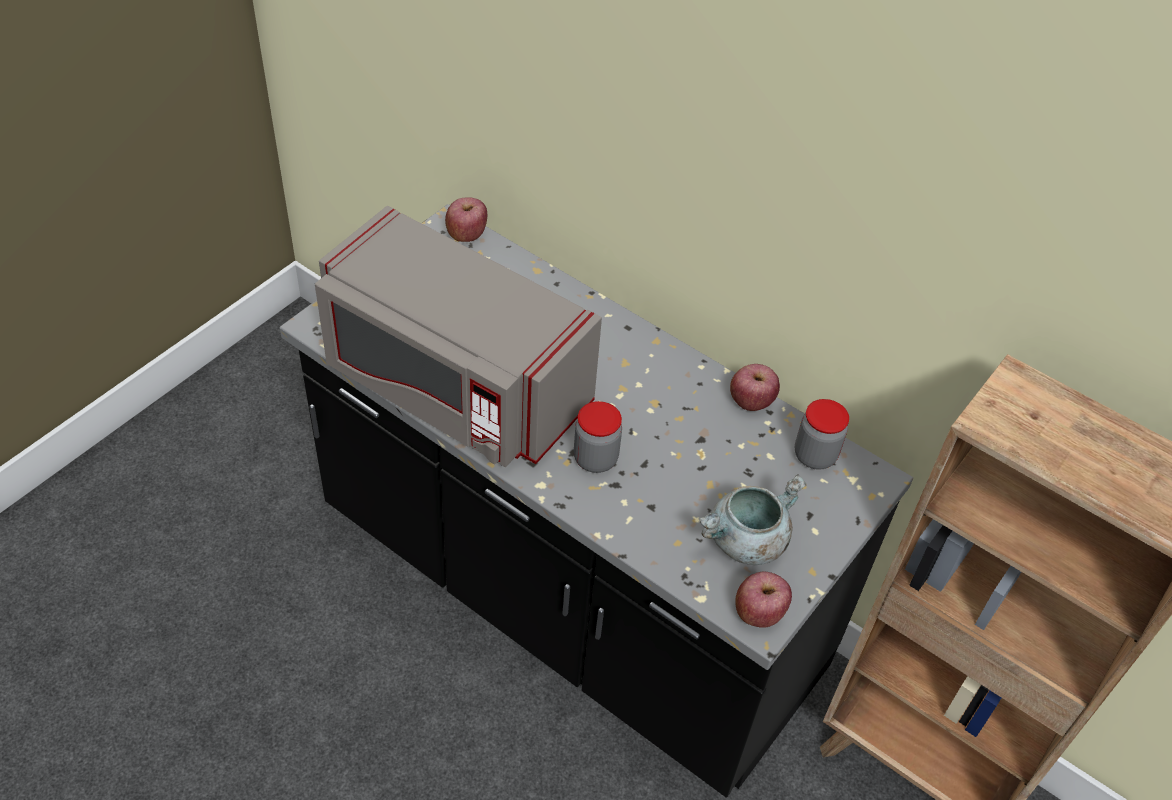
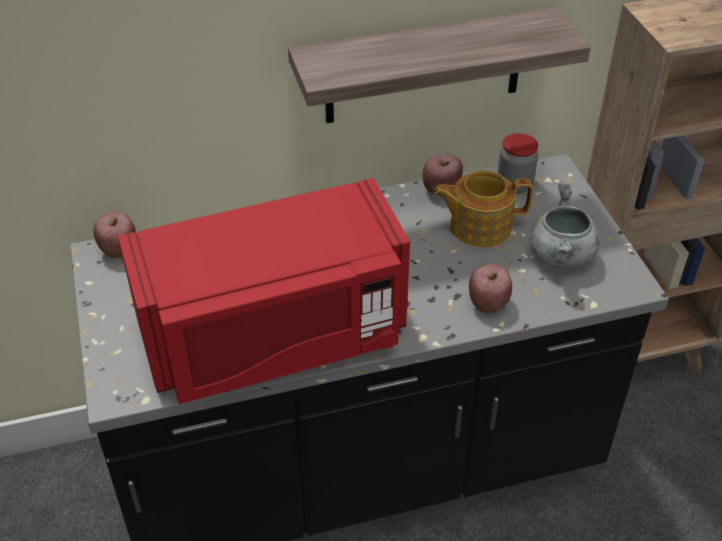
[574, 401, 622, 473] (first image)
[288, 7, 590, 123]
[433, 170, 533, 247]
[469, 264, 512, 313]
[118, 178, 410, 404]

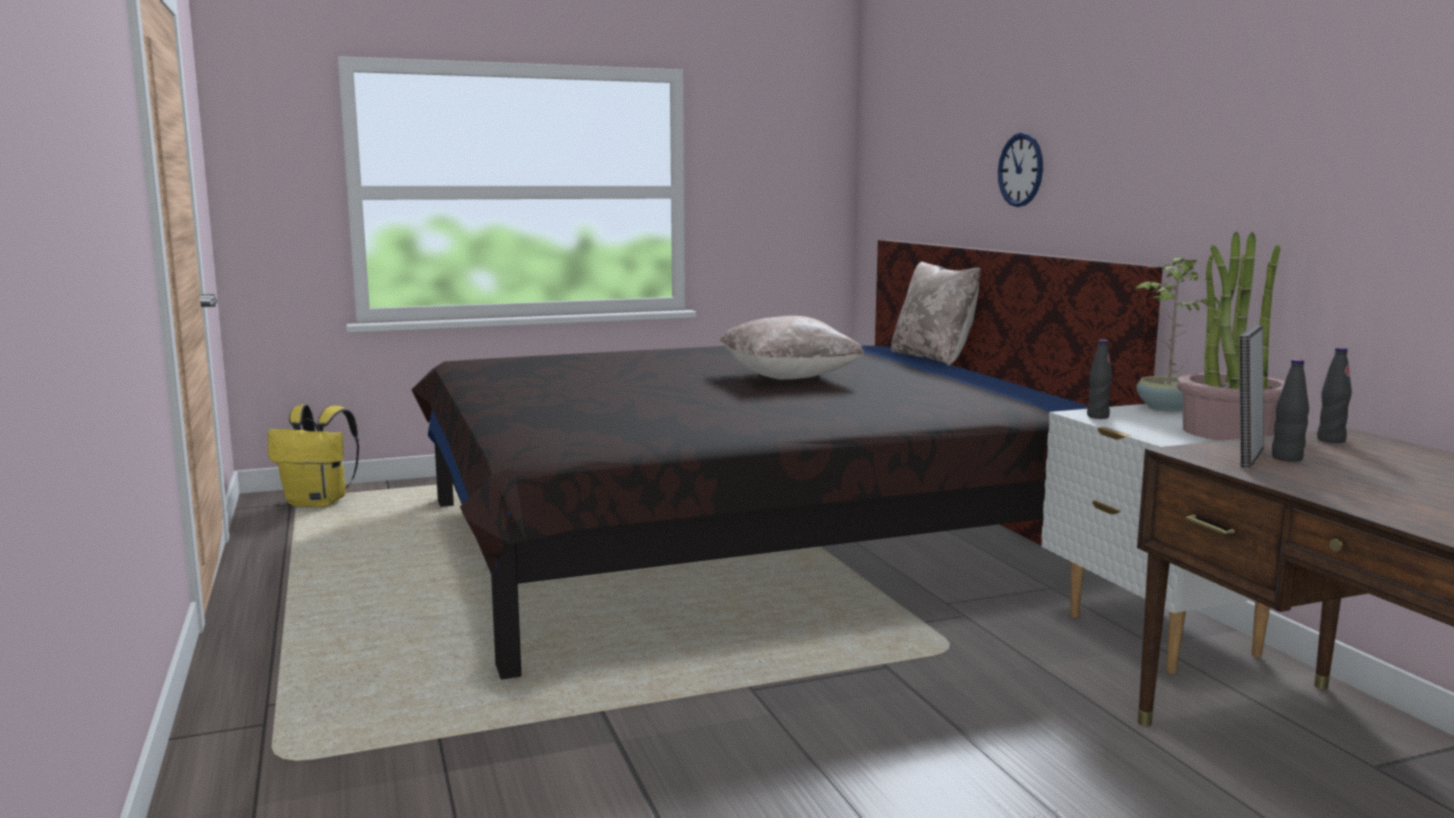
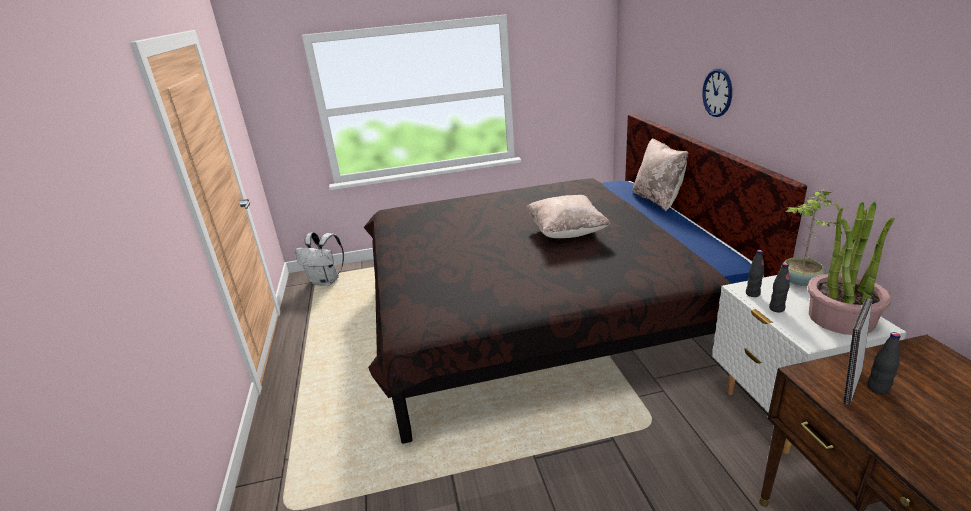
[769, 263, 790, 312]
[295, 232, 344, 286]

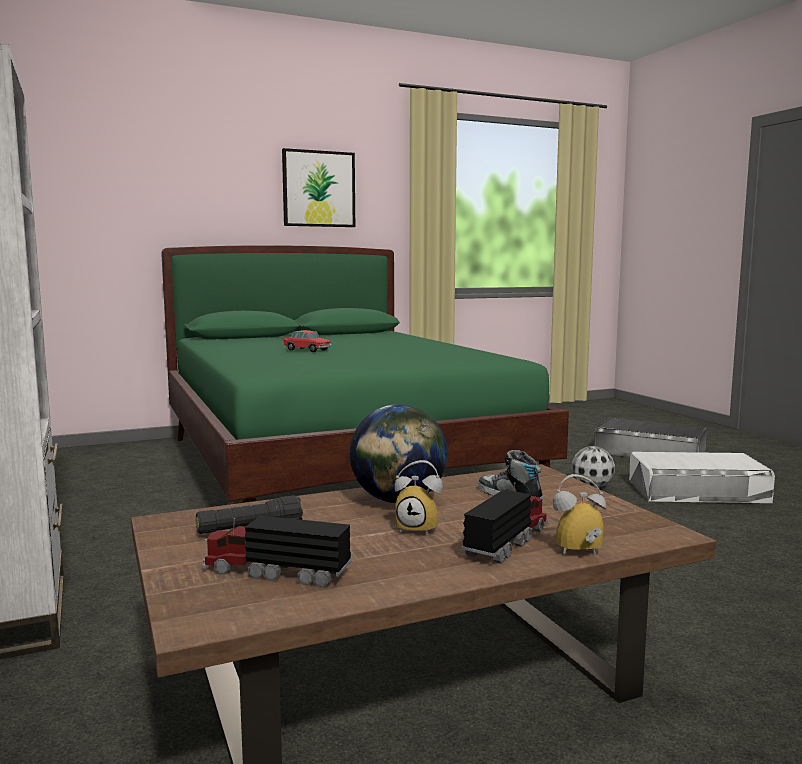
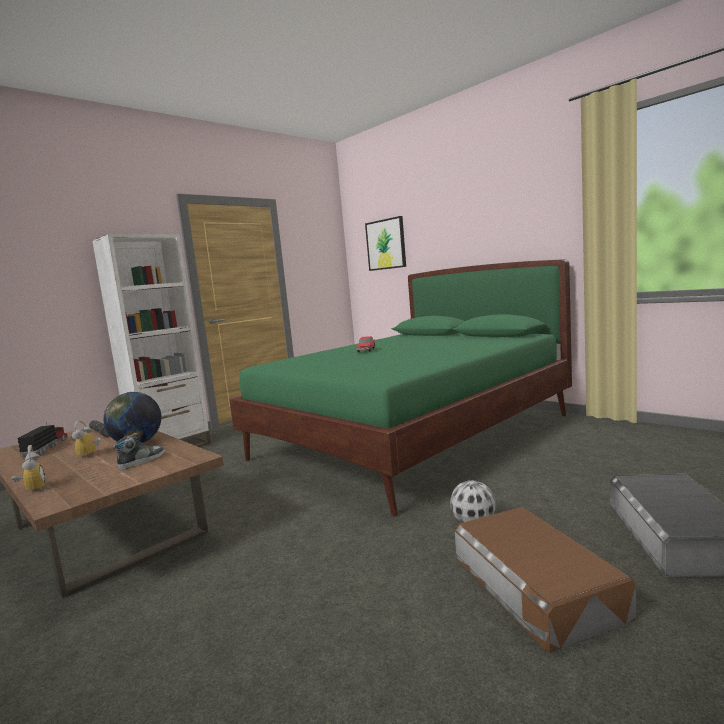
[462, 482, 548, 564] (first image)
[365, 216, 406, 271]
[455, 507, 635, 653]

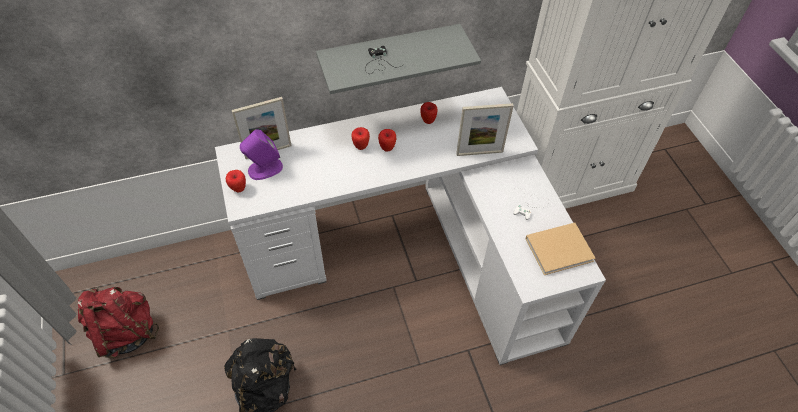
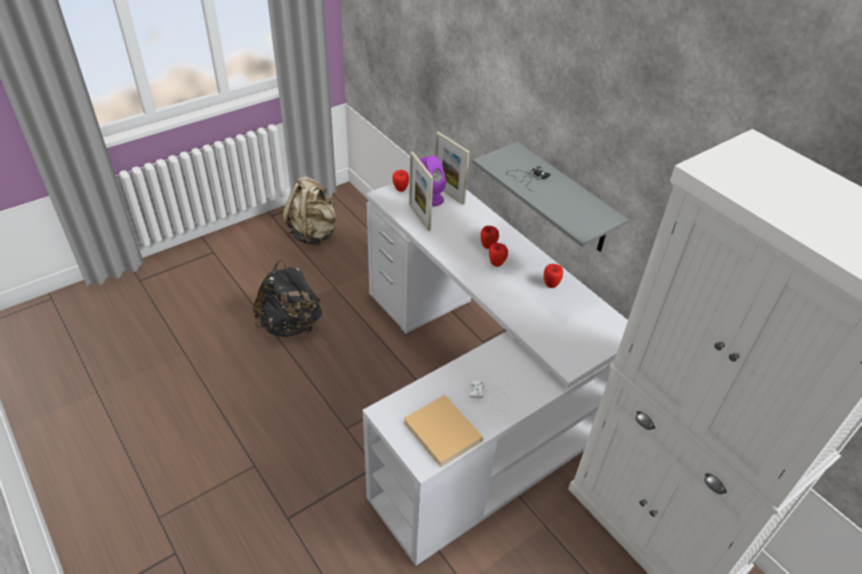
[409, 152, 433, 231]
[282, 176, 336, 246]

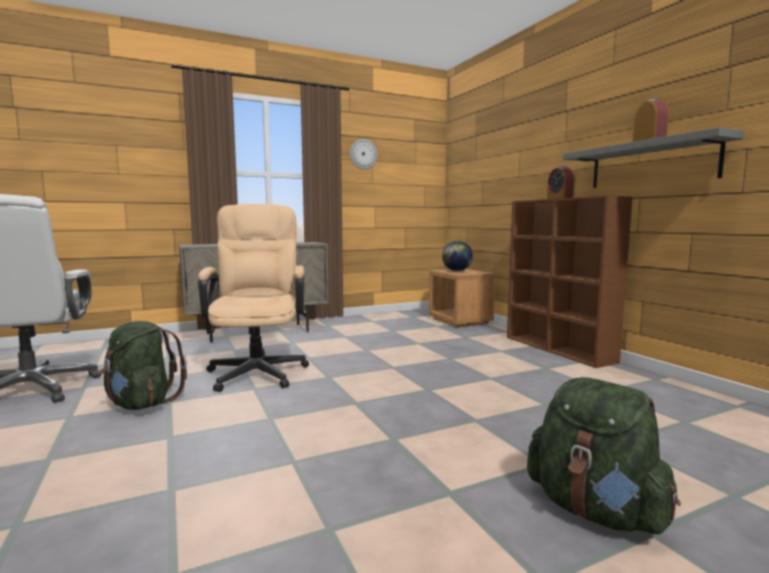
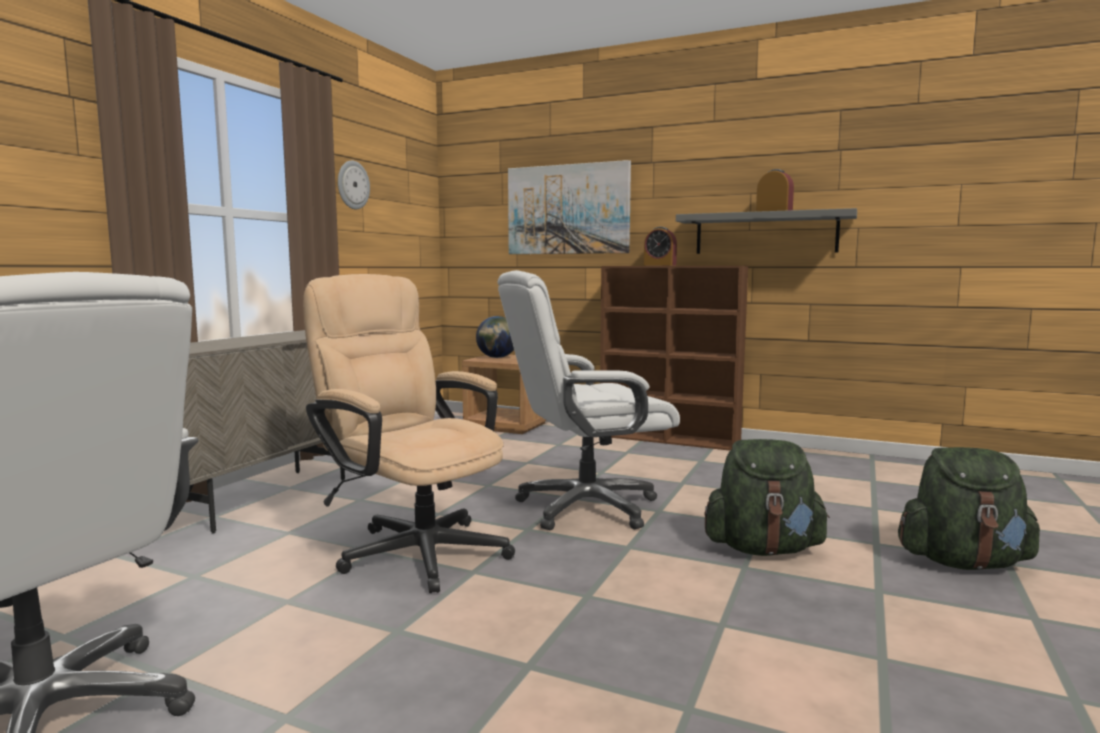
[498, 270, 680, 530]
[508, 160, 631, 254]
[704, 439, 830, 556]

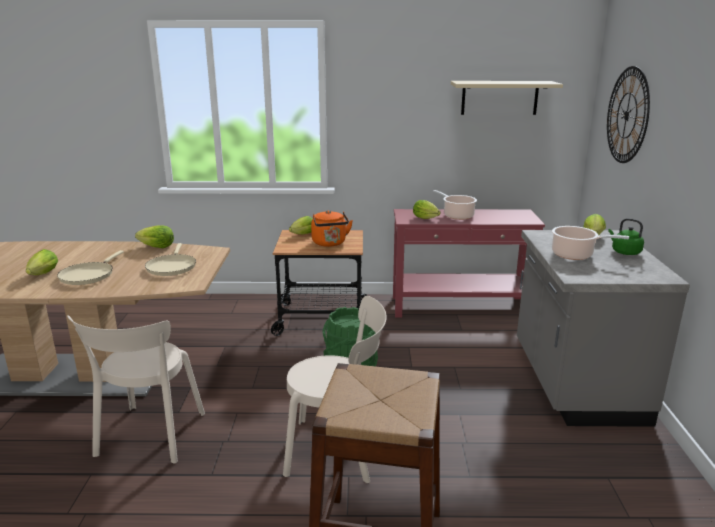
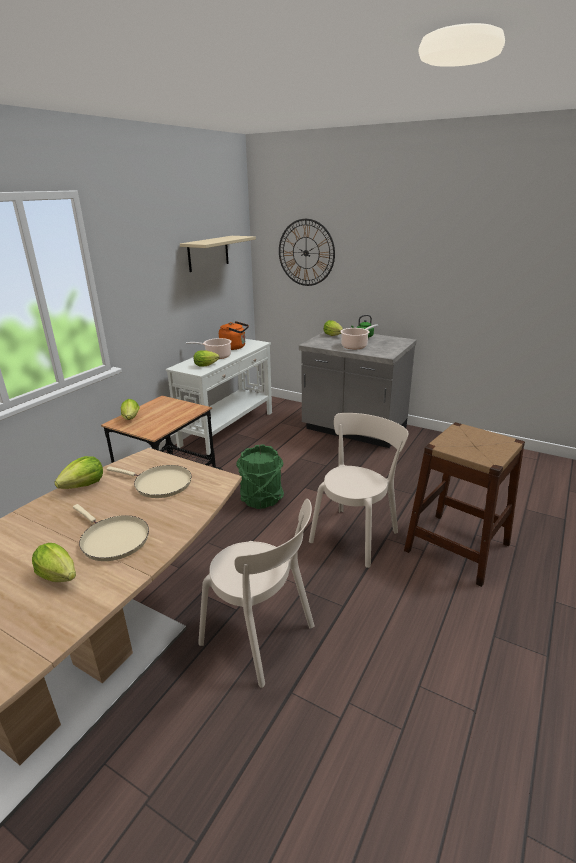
[219, 321, 249, 350]
[165, 339, 272, 455]

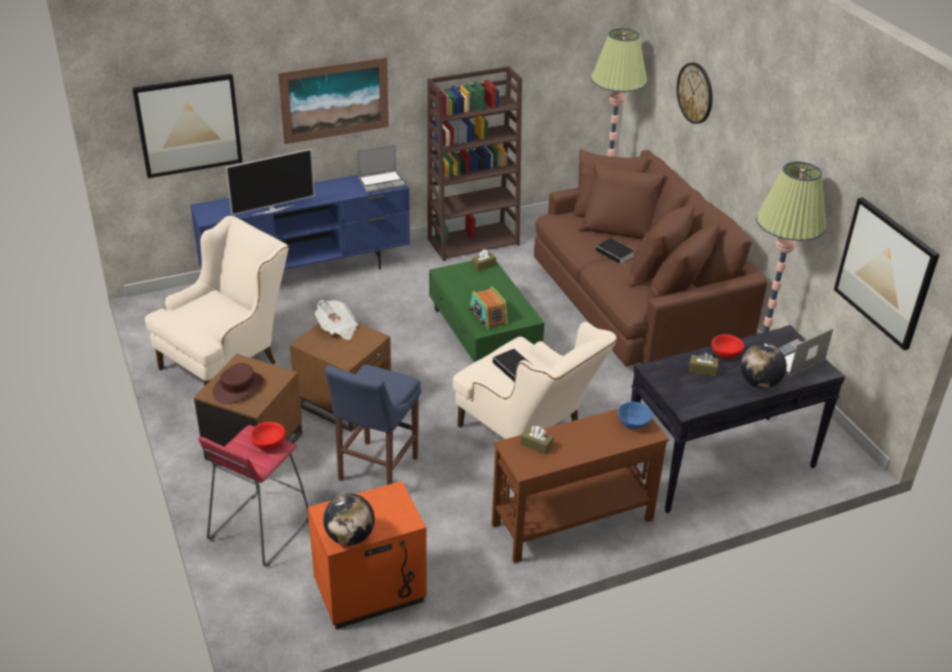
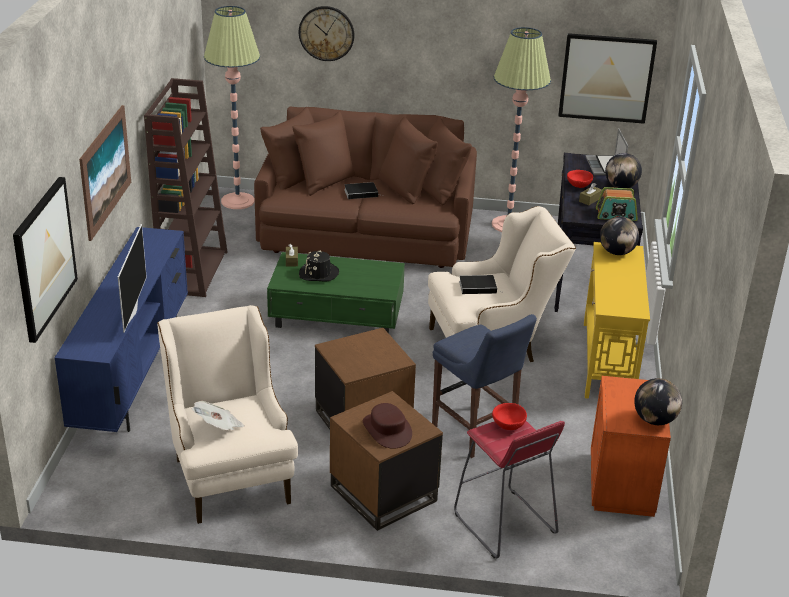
[357, 144, 406, 193] (first image)
[521, 426, 553, 455] (first image)
[299, 250, 339, 281]
[191, 401, 245, 431]
[596, 187, 638, 221]
[600, 216, 639, 255]
[584, 242, 650, 399]

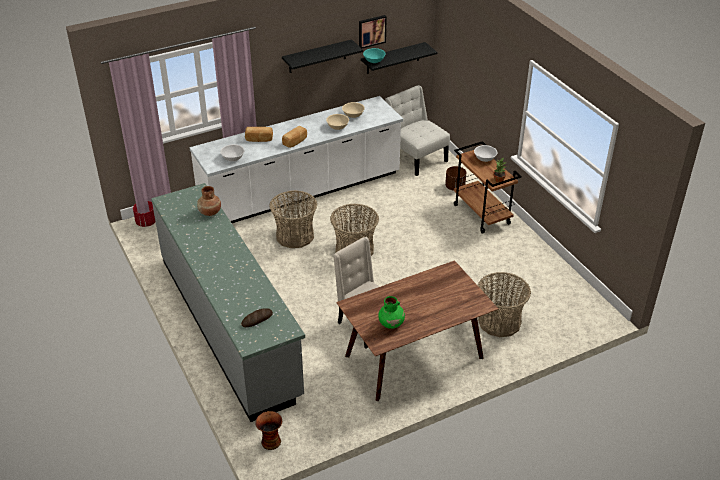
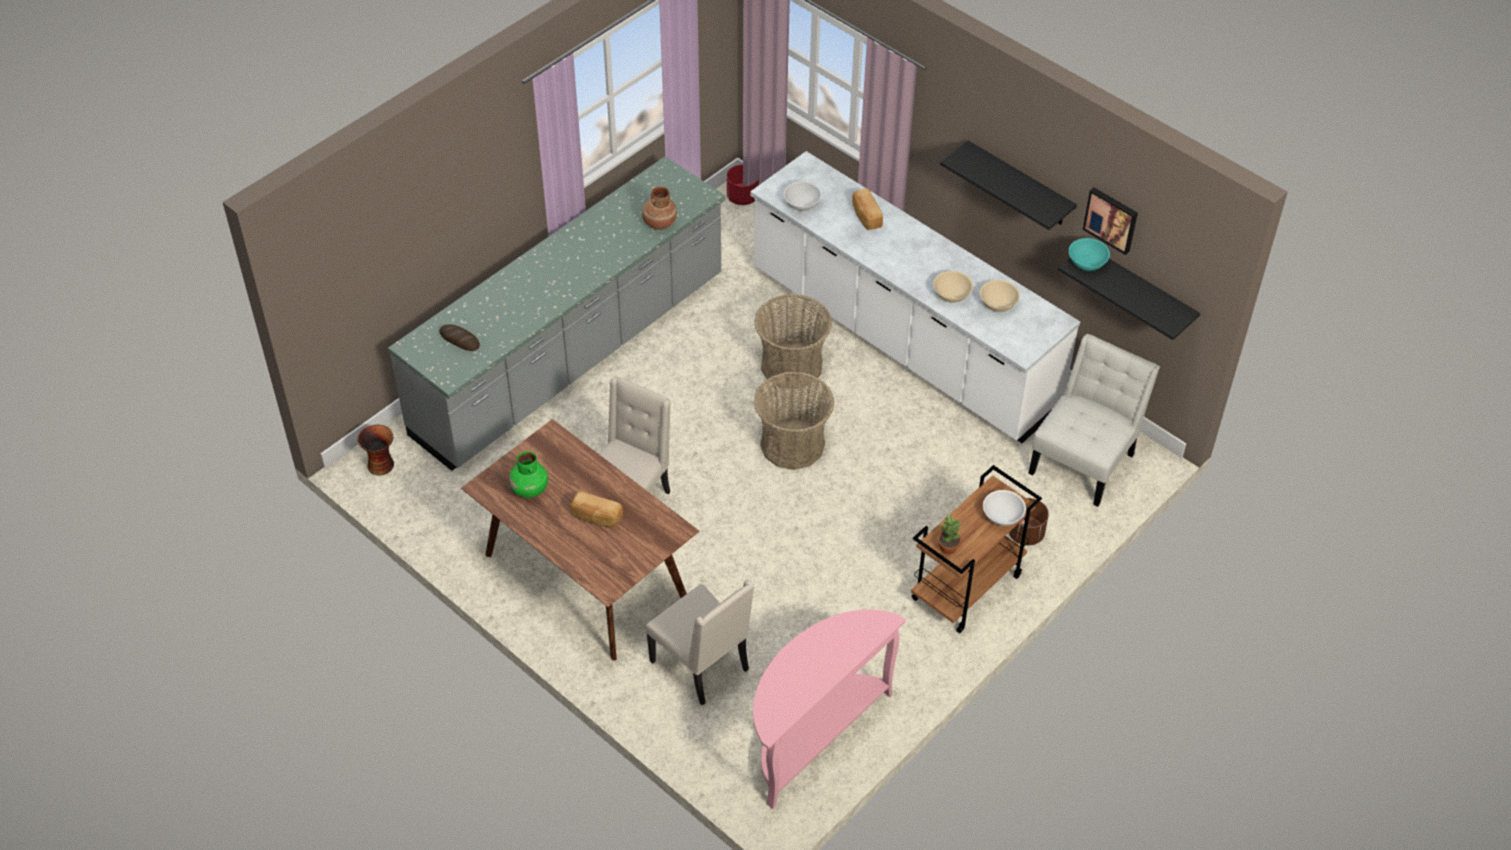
[753, 609, 906, 809]
[570, 491, 623, 528]
[646, 580, 754, 706]

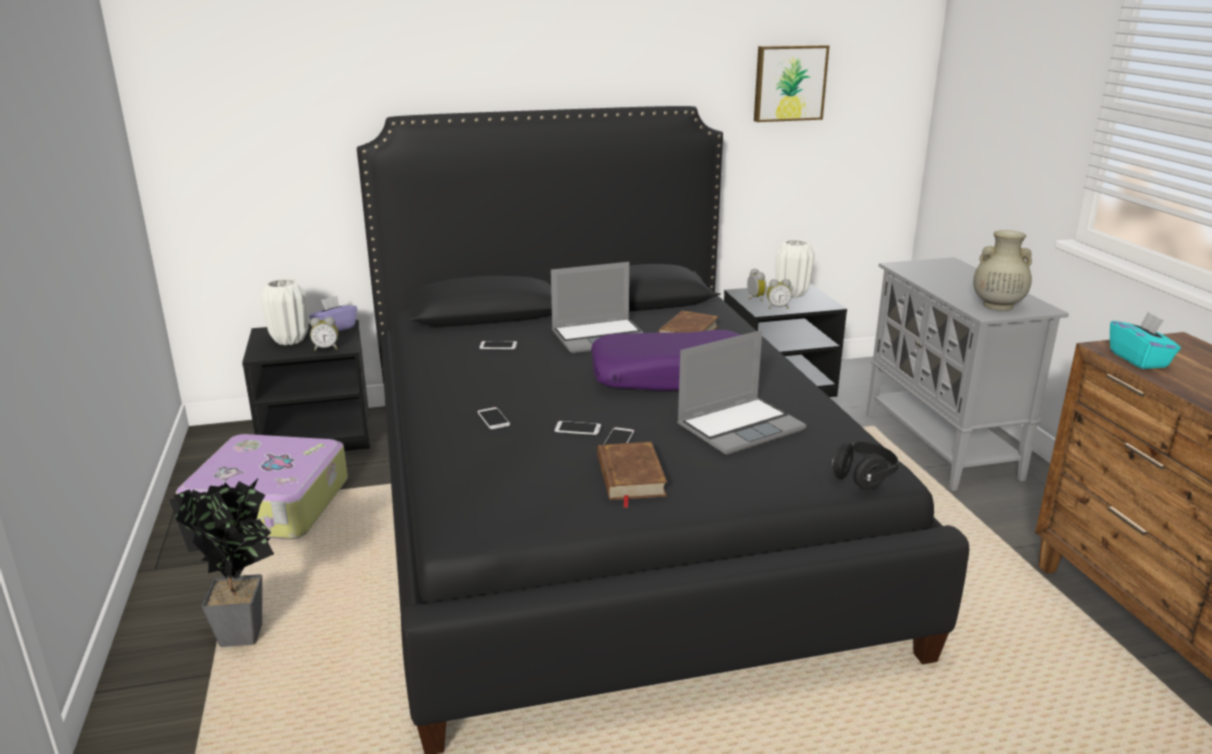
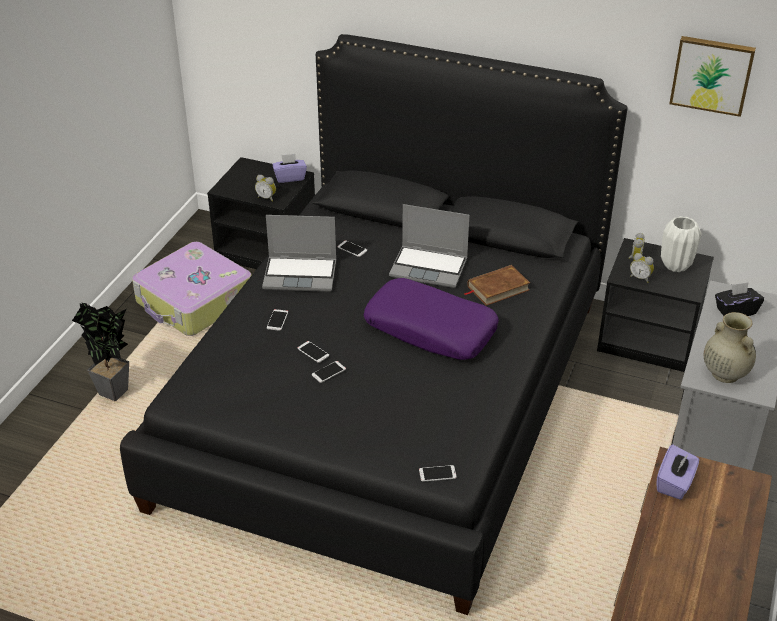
[260, 278, 309, 345] (first image)
[597, 442, 667, 508] (first image)
[715, 282, 764, 316]
[262, 215, 336, 292]
[419, 465, 457, 482]
[657, 444, 699, 500]

